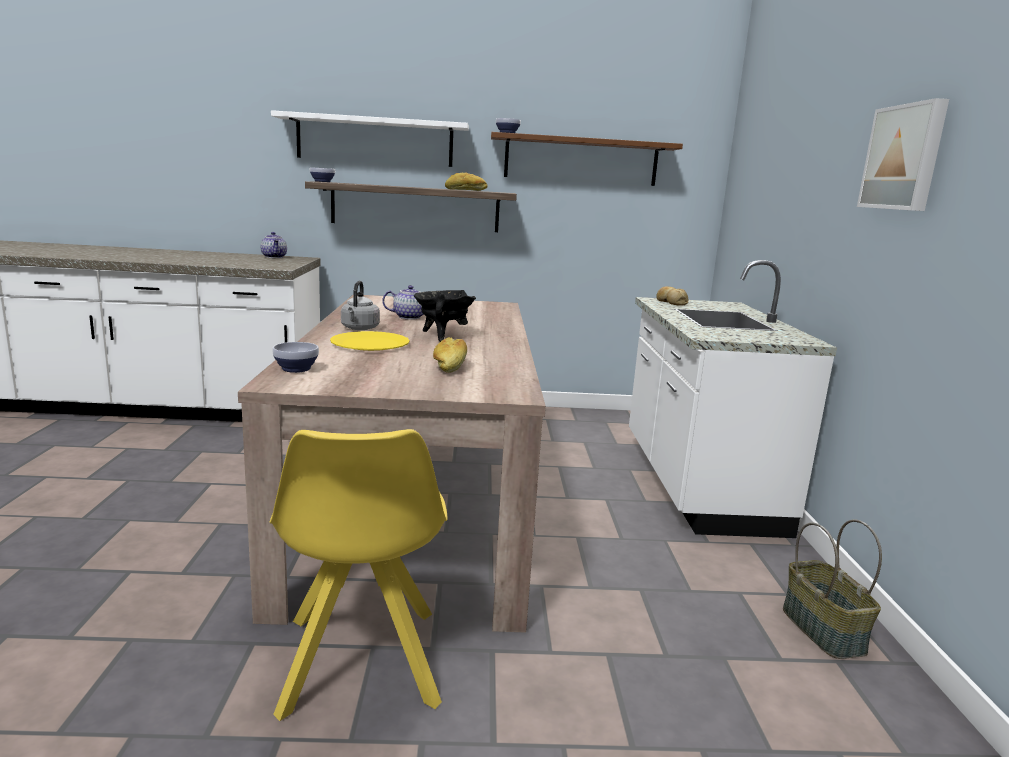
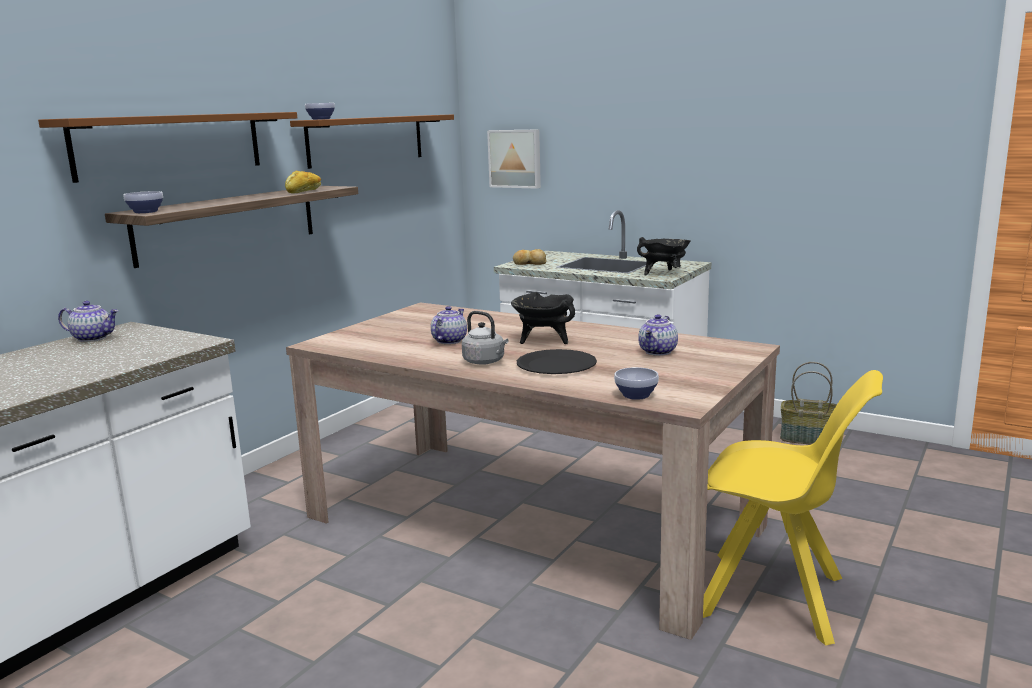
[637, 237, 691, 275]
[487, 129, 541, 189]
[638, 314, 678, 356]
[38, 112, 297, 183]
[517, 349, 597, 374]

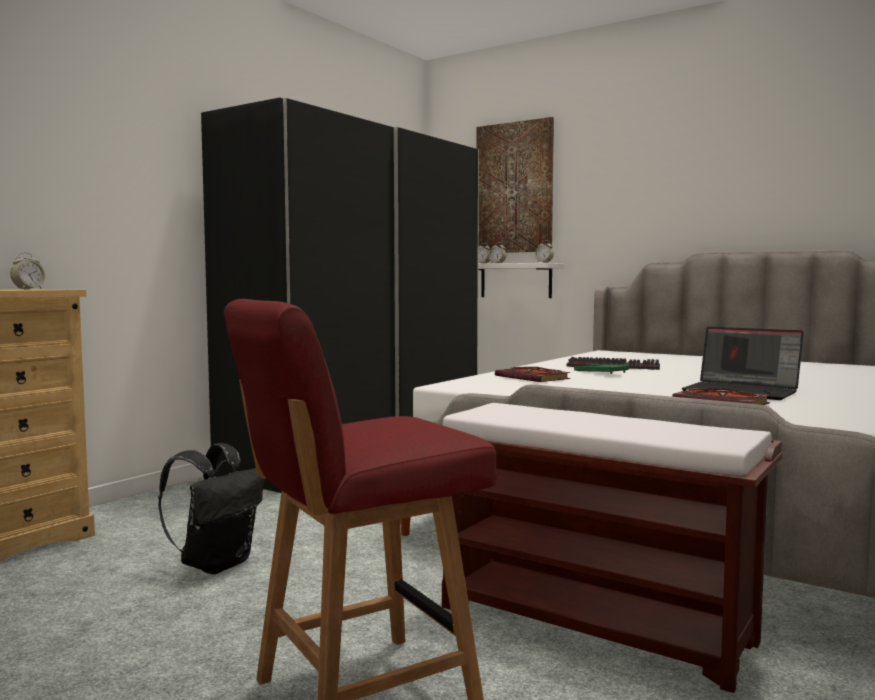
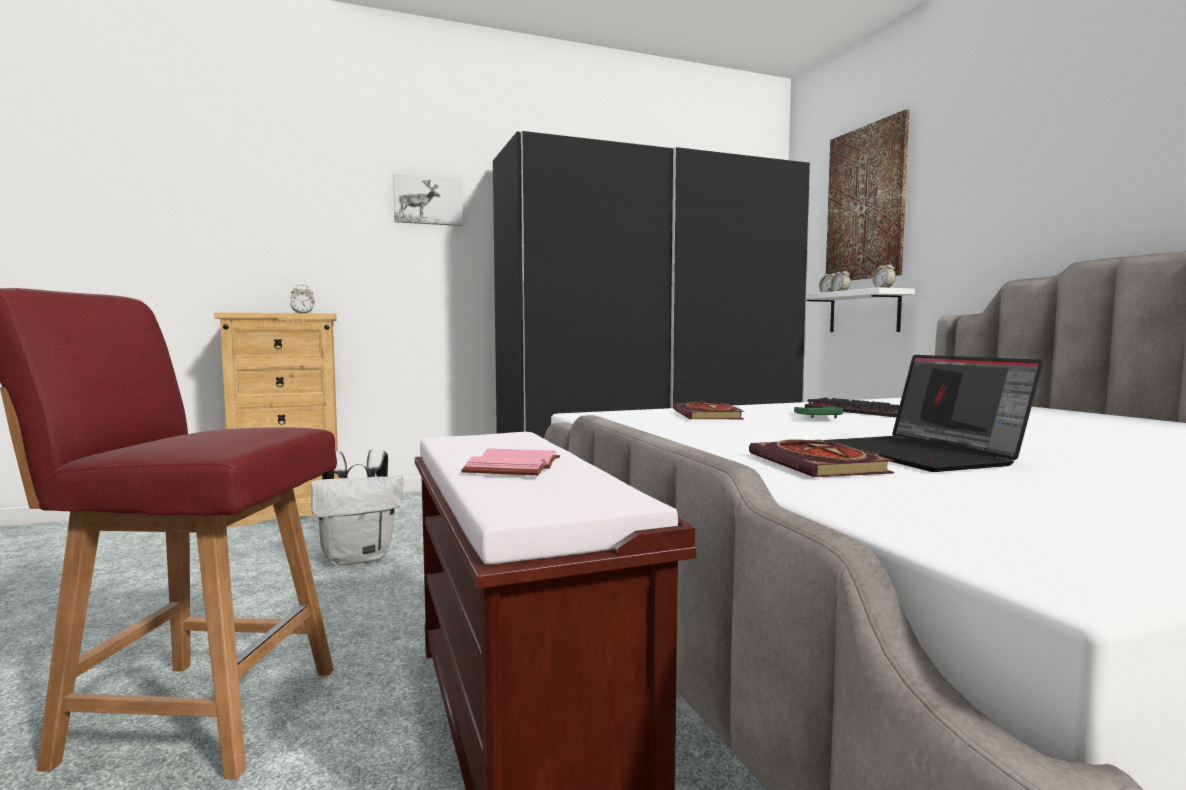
[393, 174, 463, 226]
[461, 448, 560, 475]
[311, 449, 403, 566]

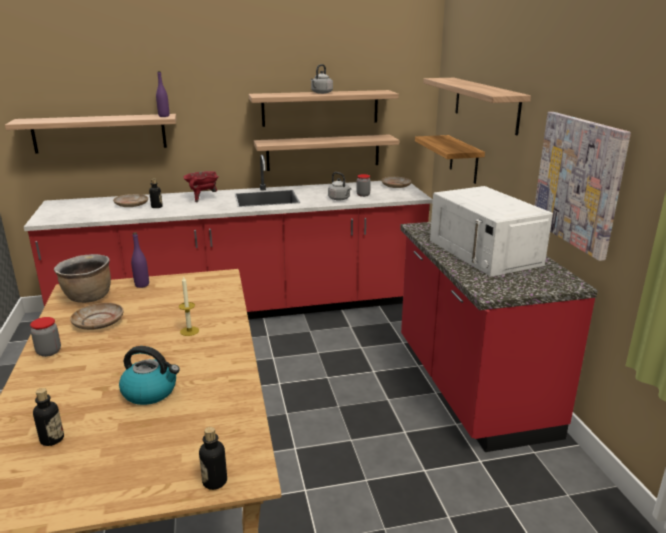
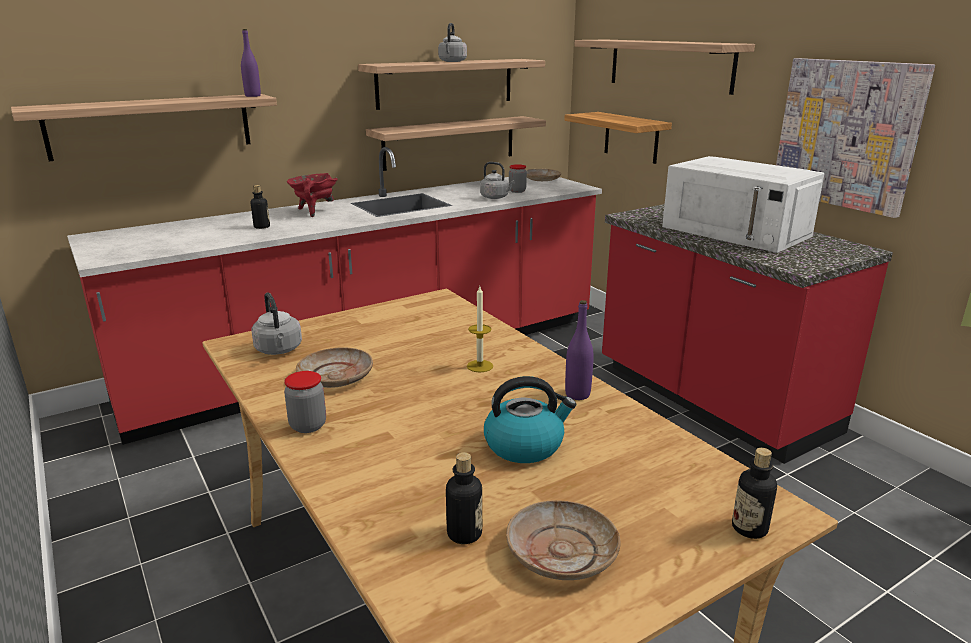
[506, 500, 621, 580]
[565, 300, 594, 400]
[251, 292, 302, 355]

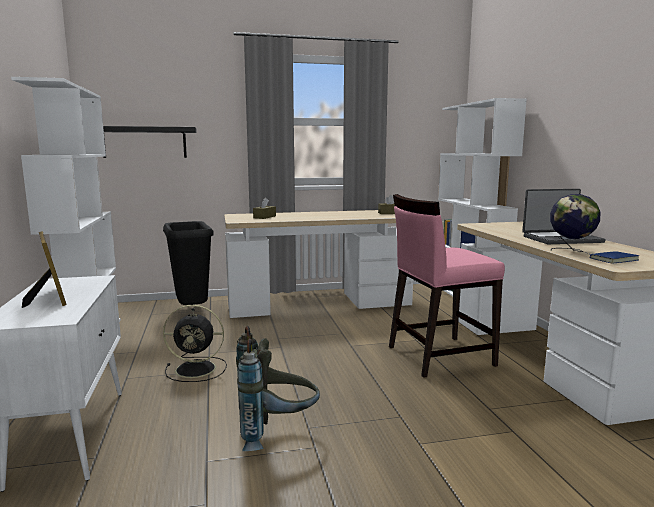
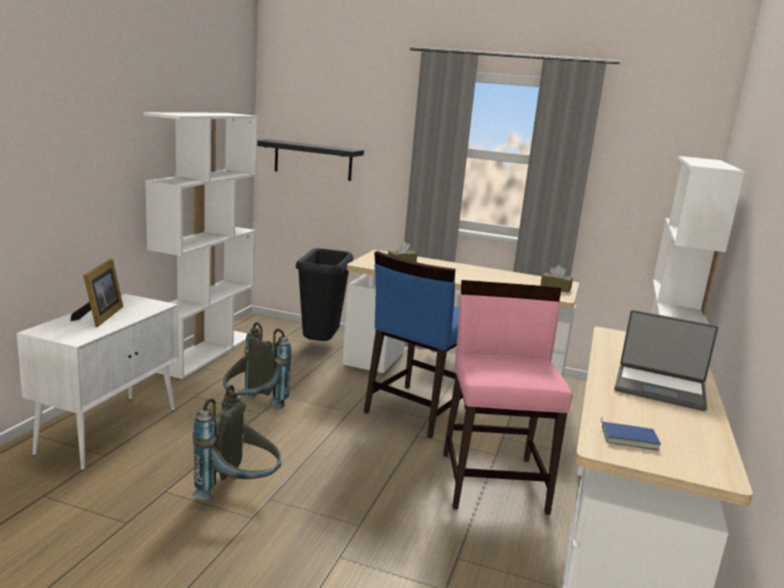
[550, 194, 600, 252] (first image)
[364, 251, 466, 438]
[223, 322, 291, 408]
[443, 280, 572, 515]

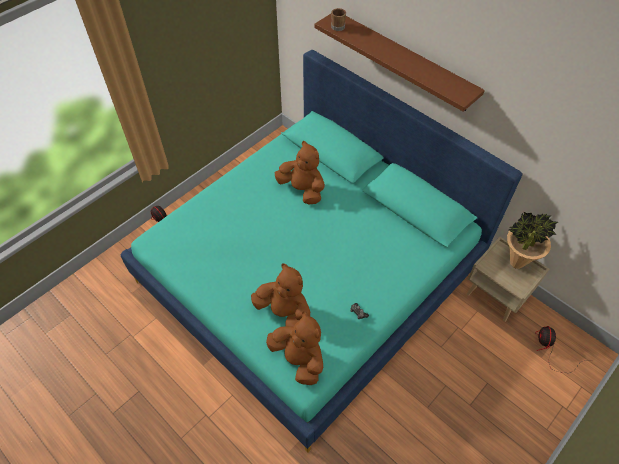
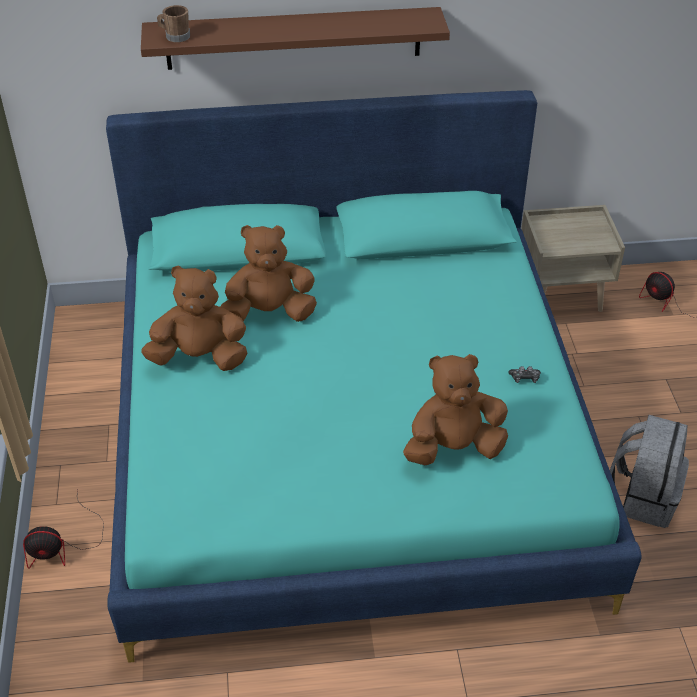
[507, 212, 558, 269] (first image)
[610, 415, 689, 528]
[141, 266, 248, 371]

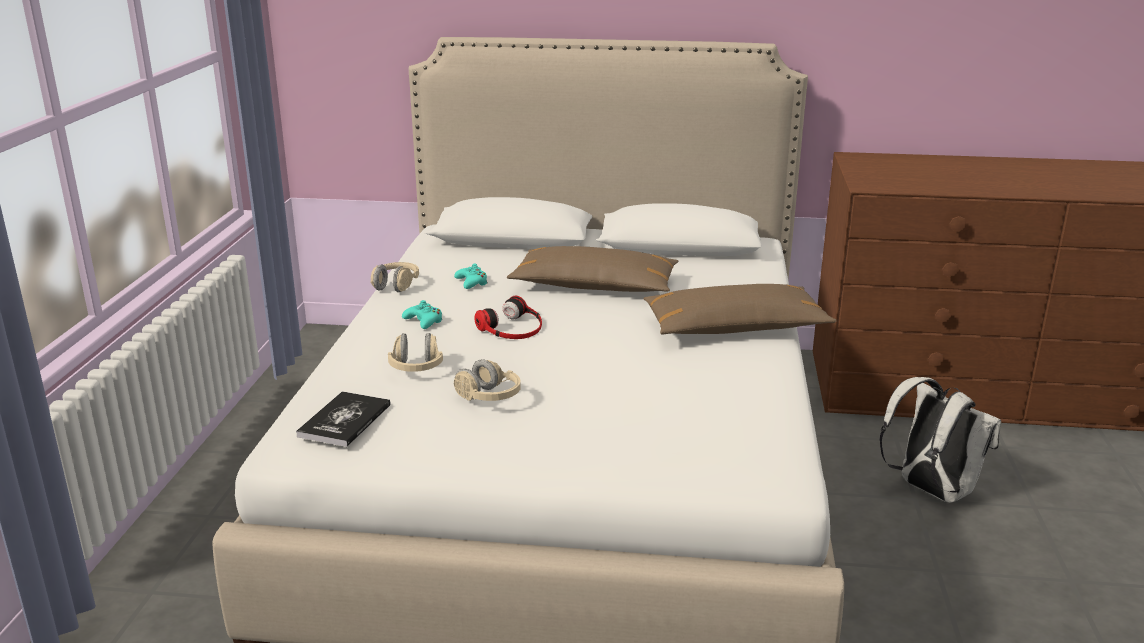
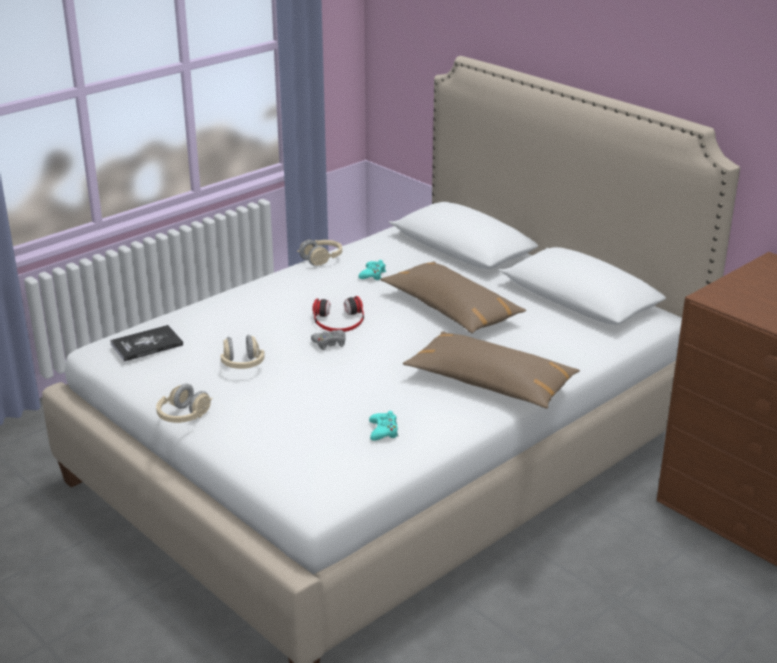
[879, 377, 1001, 503] (first image)
[311, 330, 346, 350]
[156, 384, 213, 423]
[369, 411, 398, 441]

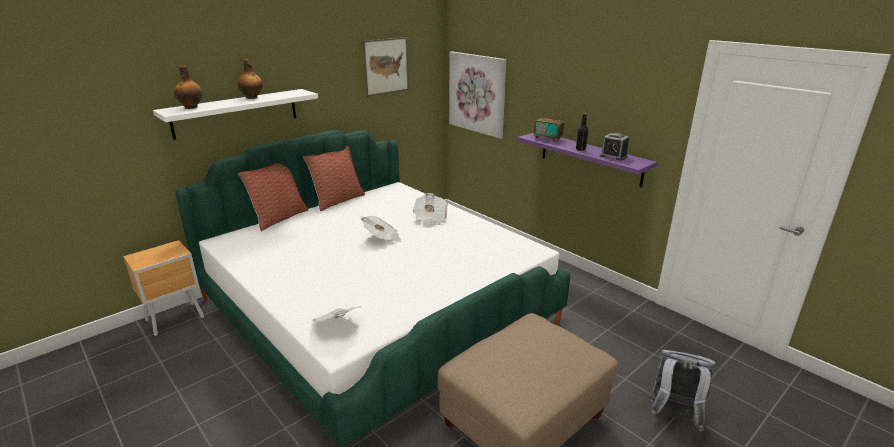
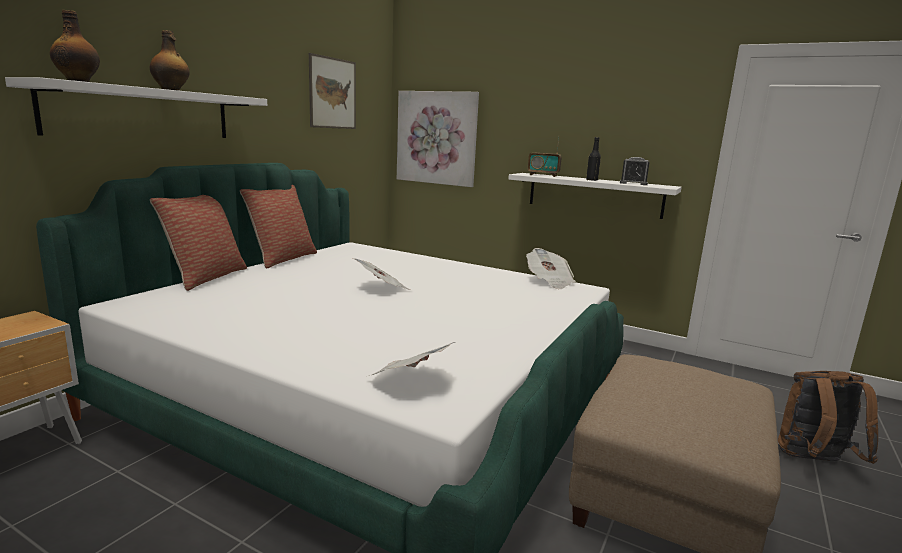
[526, 248, 576, 289]
[508, 173, 682, 219]
[778, 371, 878, 464]

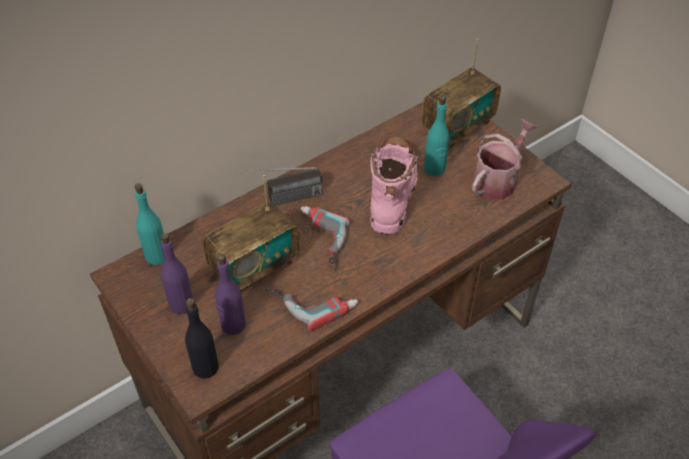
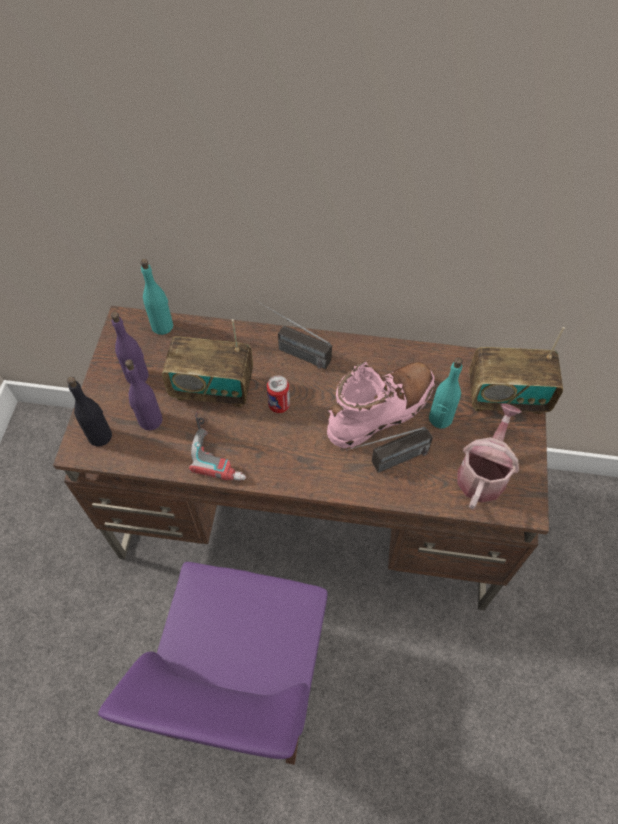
[346, 427, 433, 473]
[267, 376, 290, 413]
[457, 403, 522, 509]

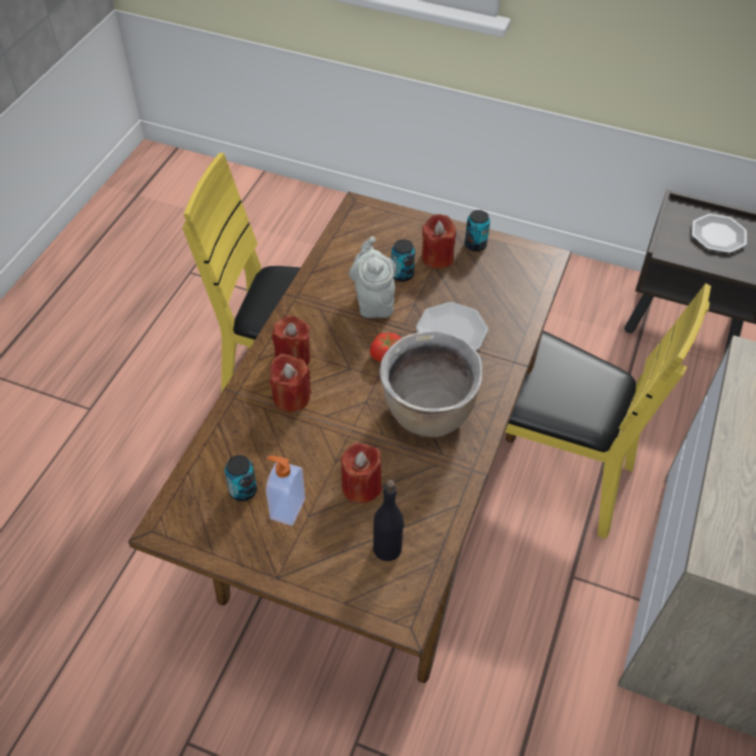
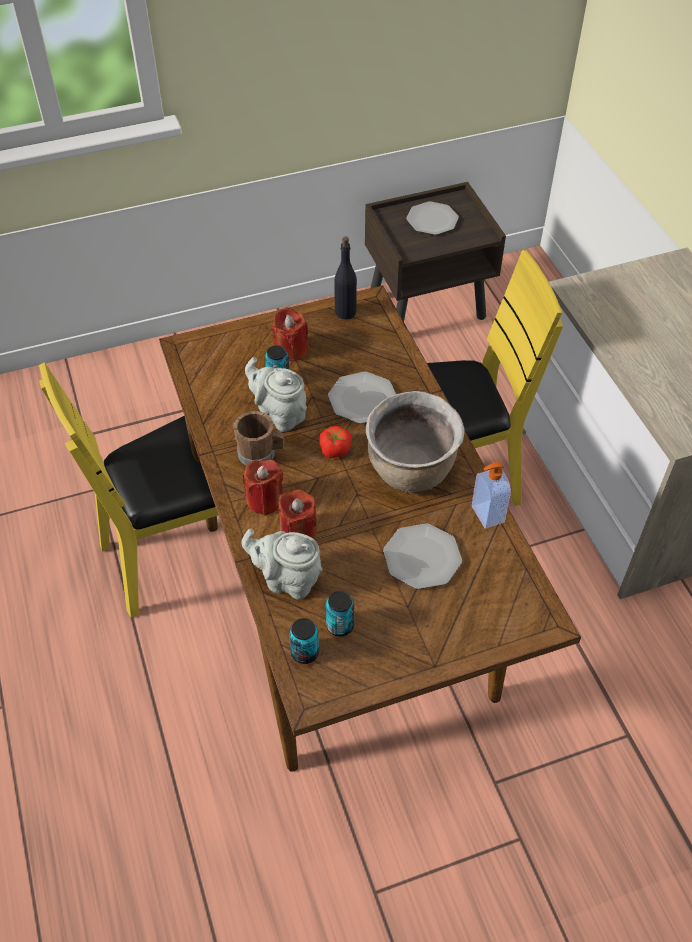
[234, 411, 284, 466]
[241, 528, 322, 600]
[472, 461, 511, 529]
[334, 237, 357, 320]
[289, 618, 319, 664]
[383, 523, 462, 589]

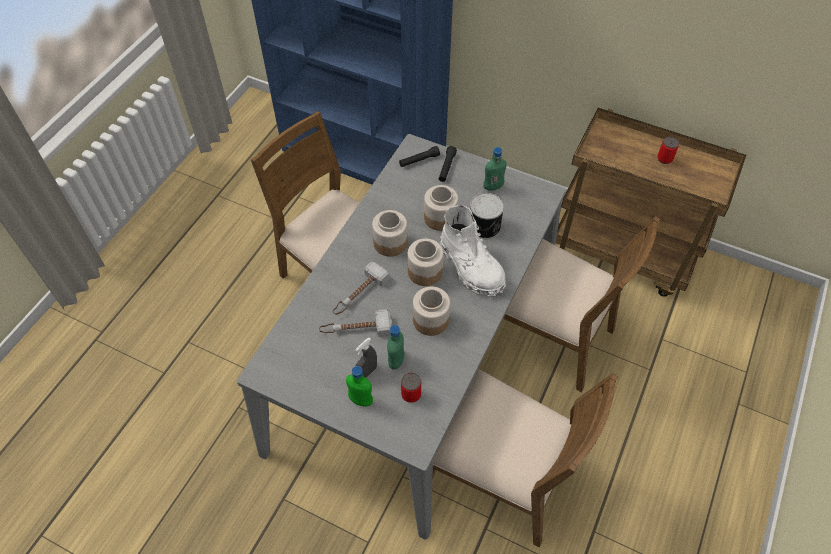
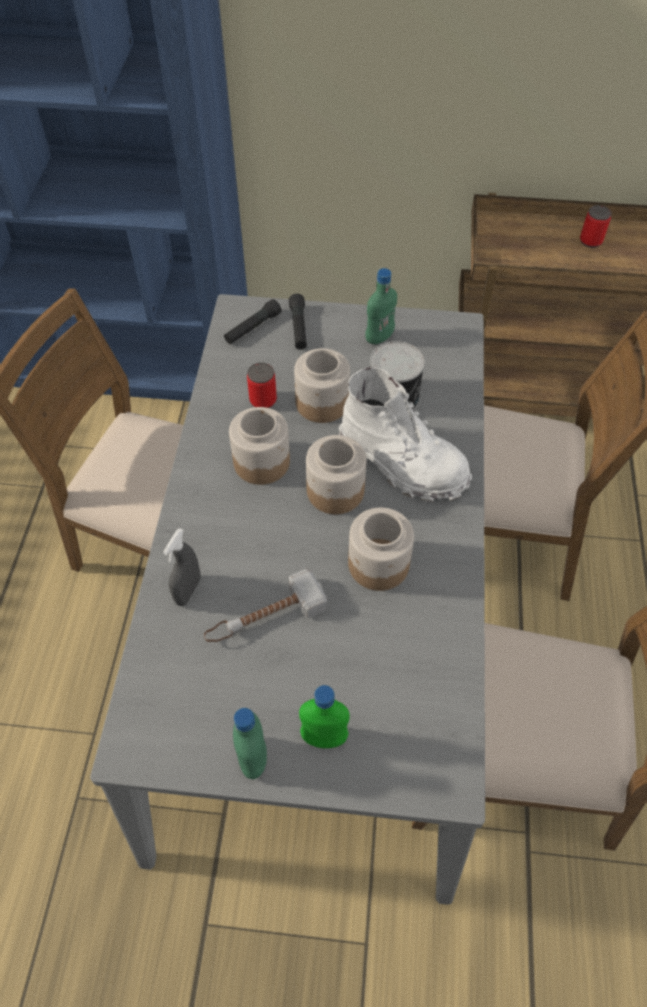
[333, 261, 390, 315] (first image)
[163, 528, 201, 606]
[233, 708, 267, 779]
[247, 363, 277, 408]

